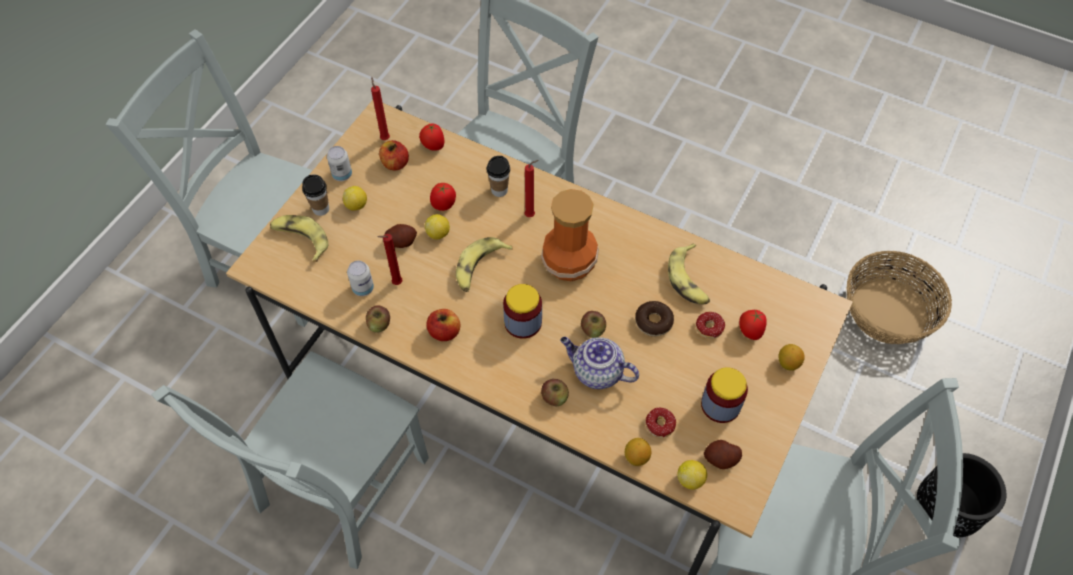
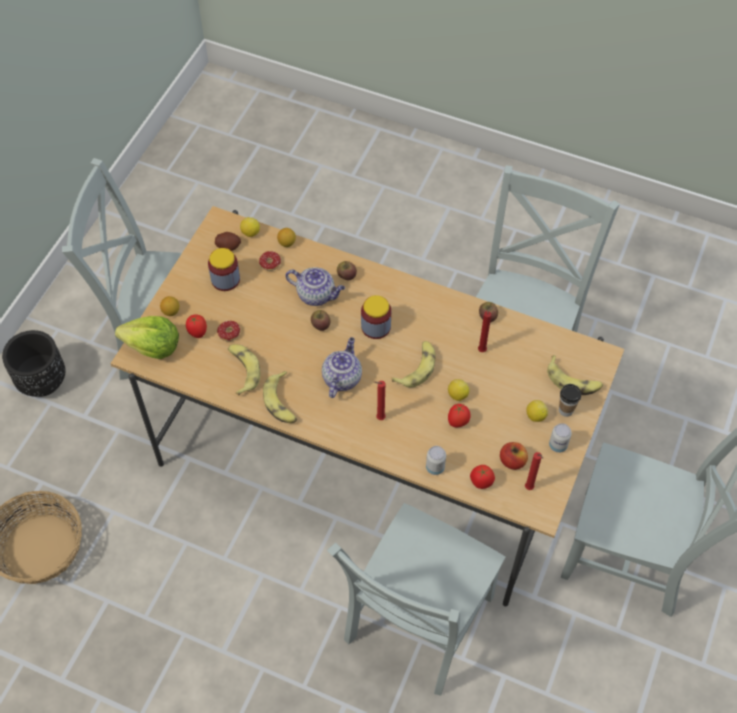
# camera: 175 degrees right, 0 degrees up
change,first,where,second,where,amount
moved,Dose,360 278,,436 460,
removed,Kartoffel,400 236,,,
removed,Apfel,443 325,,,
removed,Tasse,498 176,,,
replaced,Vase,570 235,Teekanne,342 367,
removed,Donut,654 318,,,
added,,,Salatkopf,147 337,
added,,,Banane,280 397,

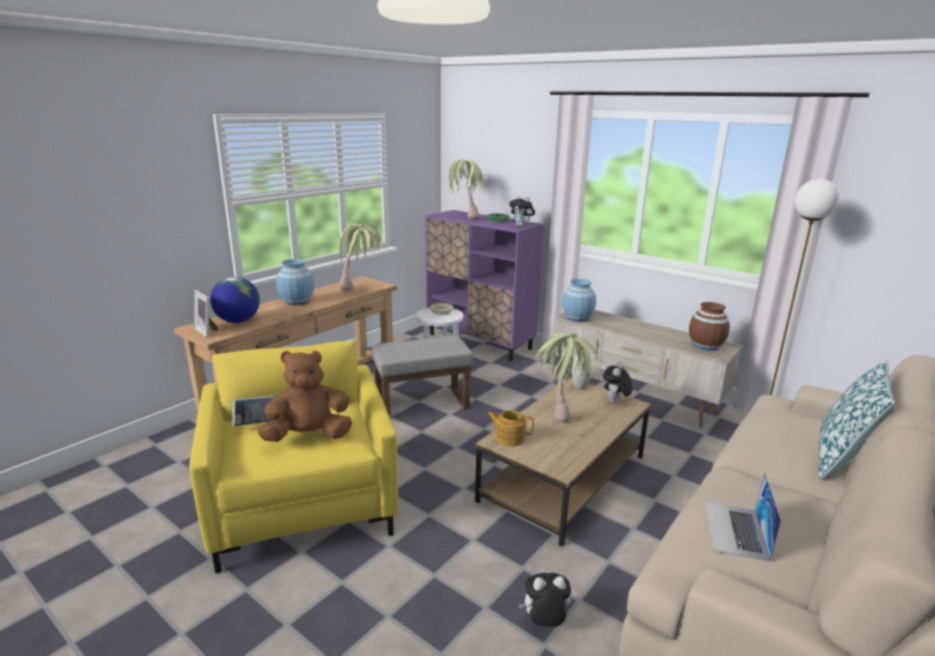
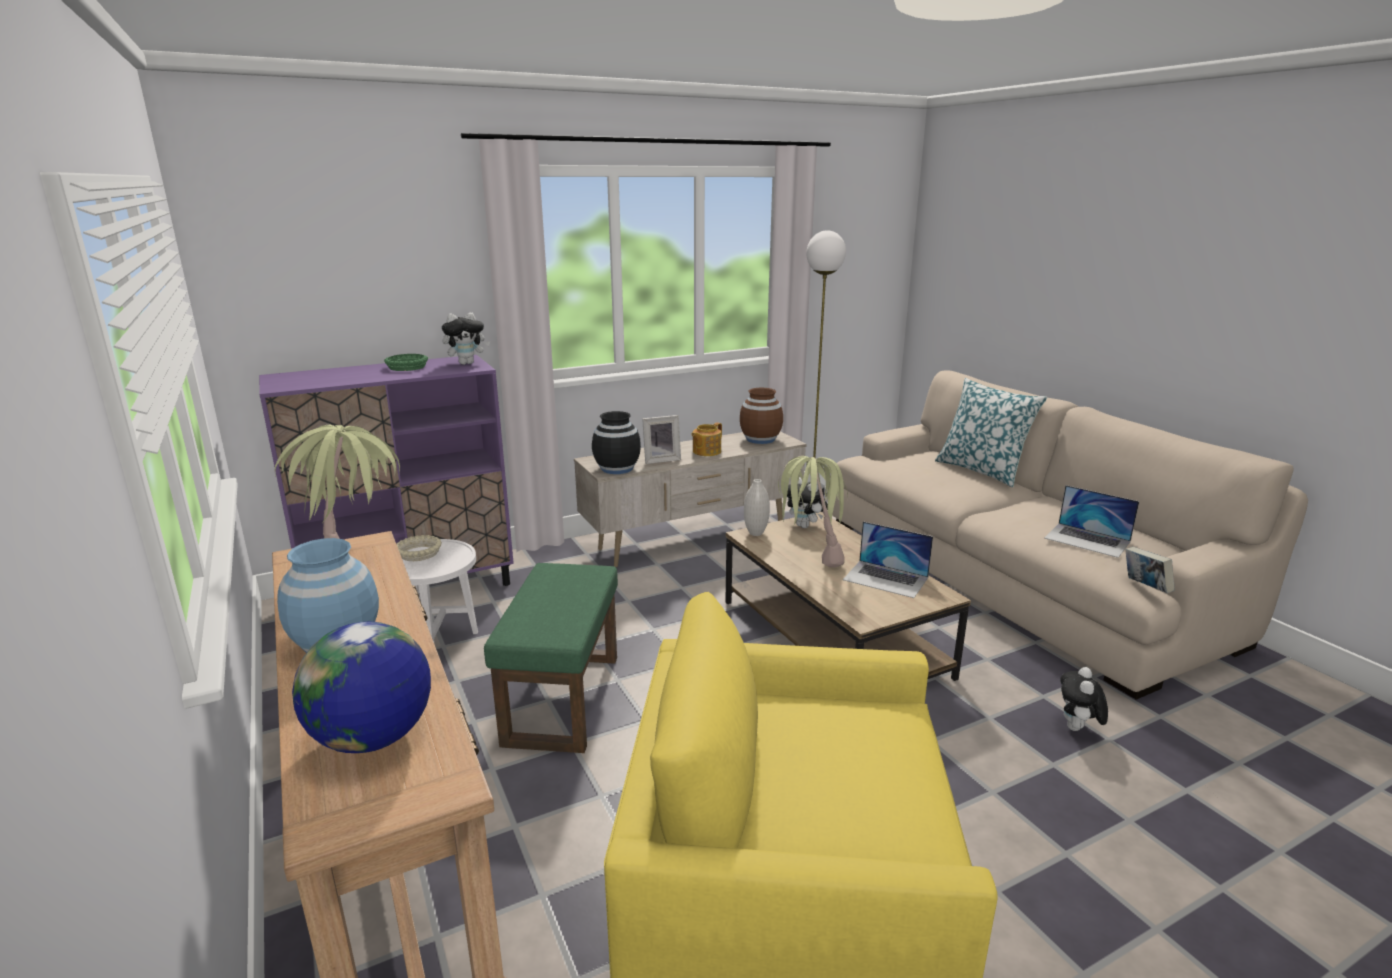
# camera: 65 degrees left, 0 degrees up
change,first,where,second,where,amount
moved,Bilderrahmen,206 313,,661 439,
moved,Buch,254 410,,1150 570,
removed,Plüschtier (braun),304 396,,,
recoloured,Polsterhocker (grau),422 377,Polsterhocker (grün),551 658,
removed,Topfpflanze,466 189,,,
moved,Teekanne,510 428,,706 439,
recoloured,Vase (blau),579 300,Vase (schwarz),616 442,
added,,,Laptop,888 559,

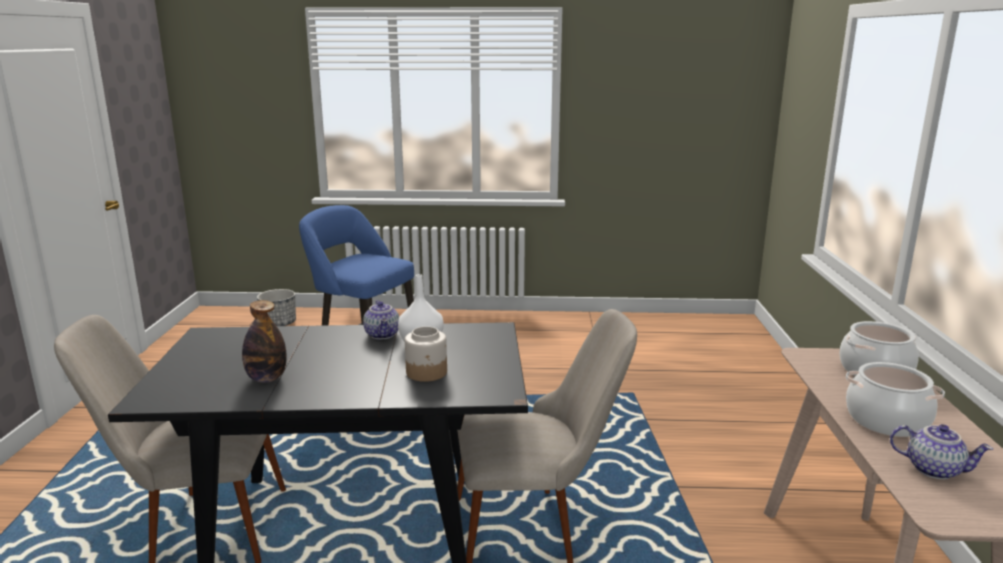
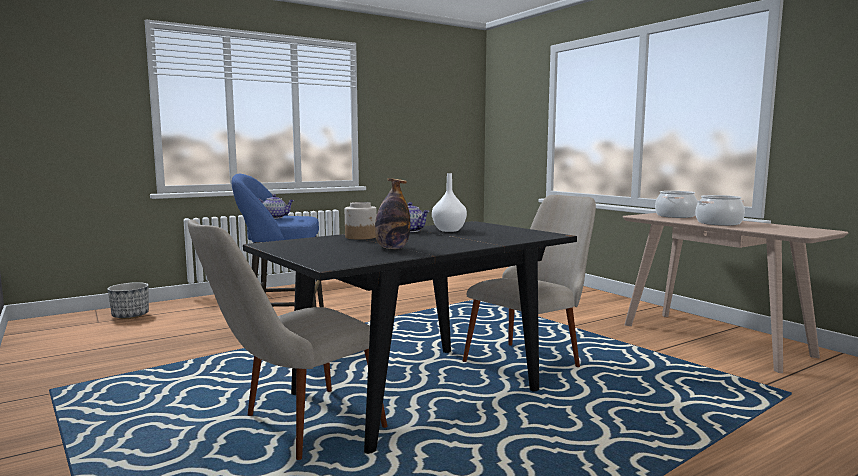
# camera: 35 degrees left, 10 degrees down
change,first,where,second,where,amount
moved,Vorratsglas,426 354,,361 221,
moved,Teekanne,941 451,,277 206,

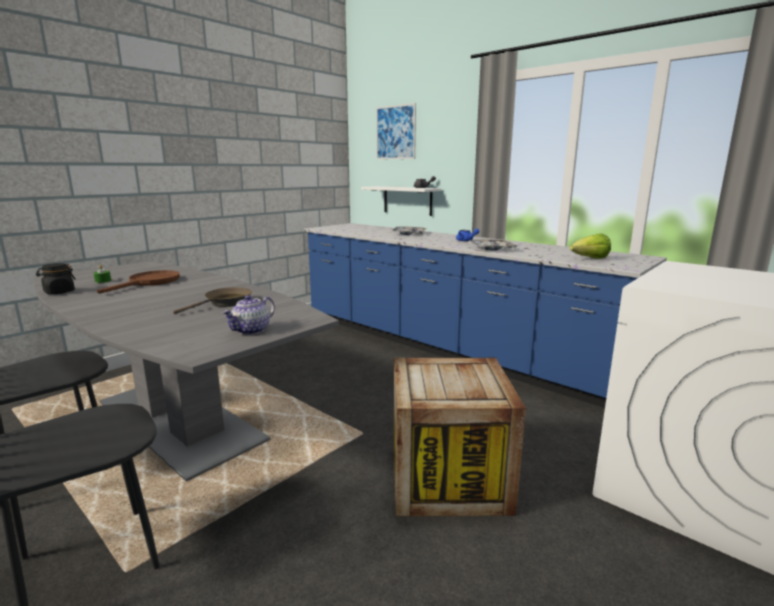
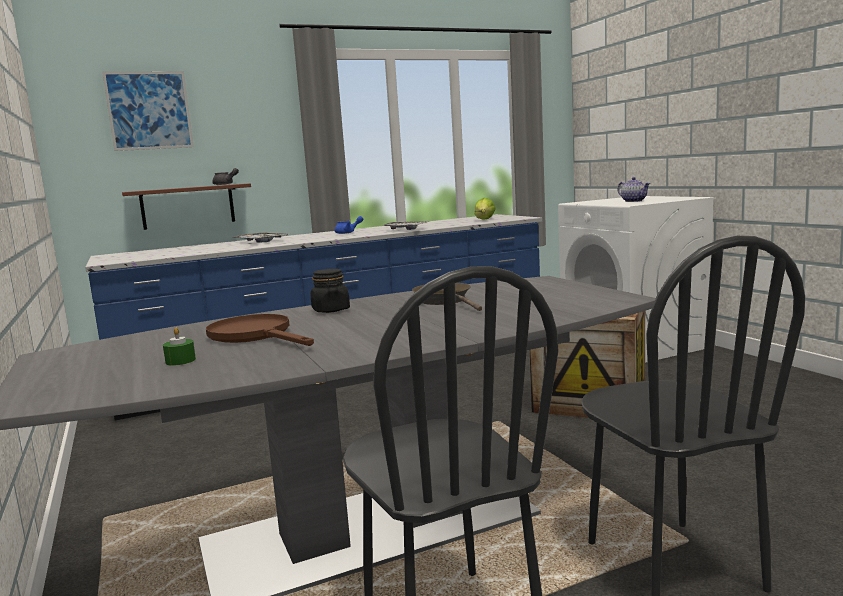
# camera: 65 degrees left, 5 degrees down
change,first,where,second,where,amount
moved,Vorratsglas (schwarz),56 278,,330 291,
moved,Teekanne,248 315,,634 189,
recoloured,Wandregal (weiß),401 201,Wandregal (braun),186 206,

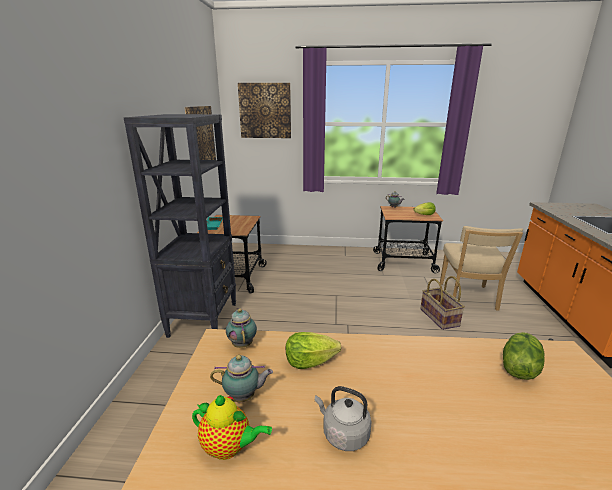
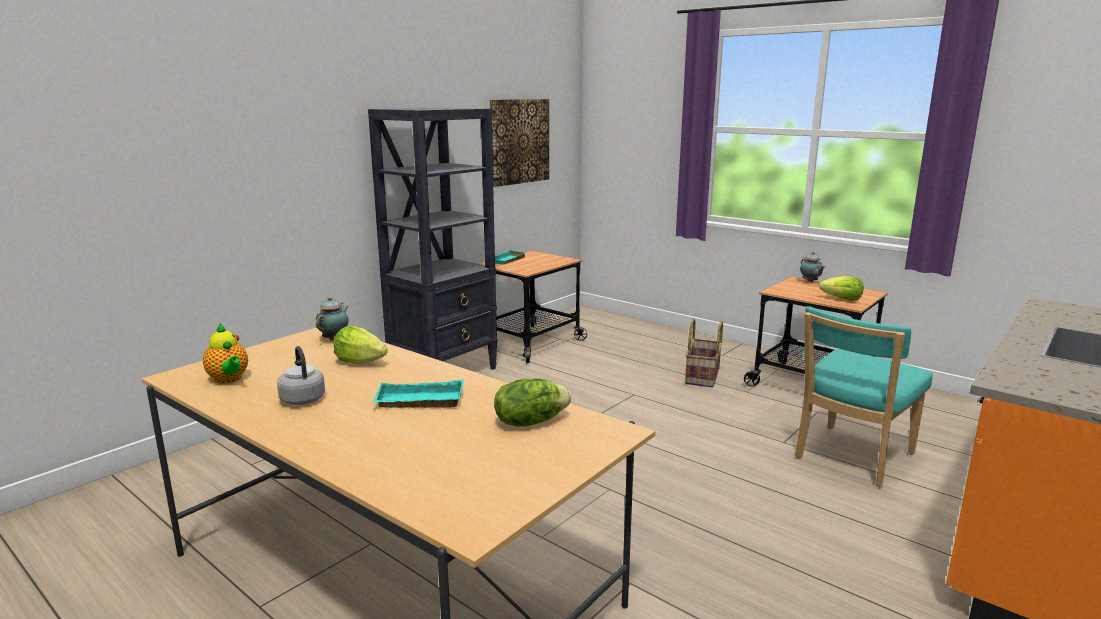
# camera: 35 degrees right, 5 degrees down
change,first,where,second,where,amount
removed,Teekanne,241 378,,,
removed,Bild,264 110,,,
moved,Korb,442 303,,704 352,
recoloured,Stuhl (beige),481 268,Stuhl (türkis),864 396,
added,,,Tablett (türkis),418 393,

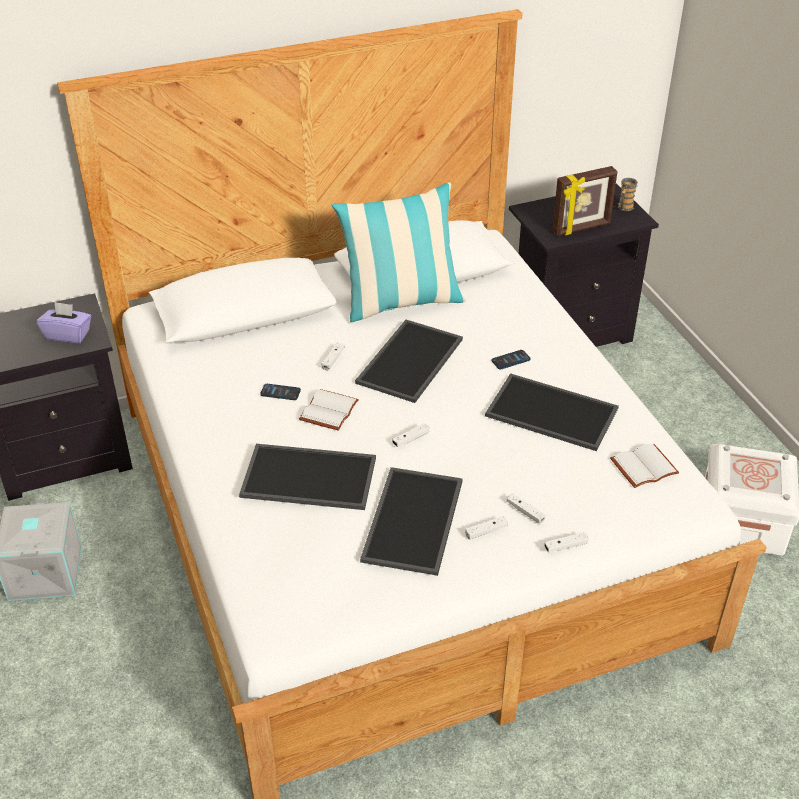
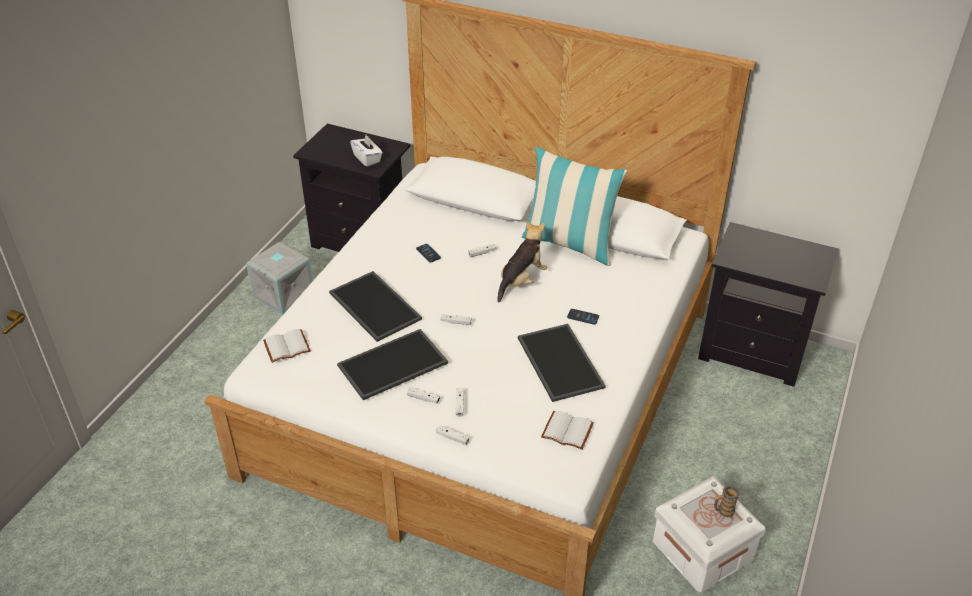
# camera: 45 degrees right, 0 degrees up
change,first,where,second,where,amount
recoloured,Taschentuchbox (lila),63 322,Taschentuchbox (weiß),366 151,
moved,Buch (weiß),329 410,,287 346,
replaced,Tablett,409 361,Plüschtier,522 261,
removed,Bilderrahmen,585 201,,,
moved,Henkelbecher,628 194,,727 501,

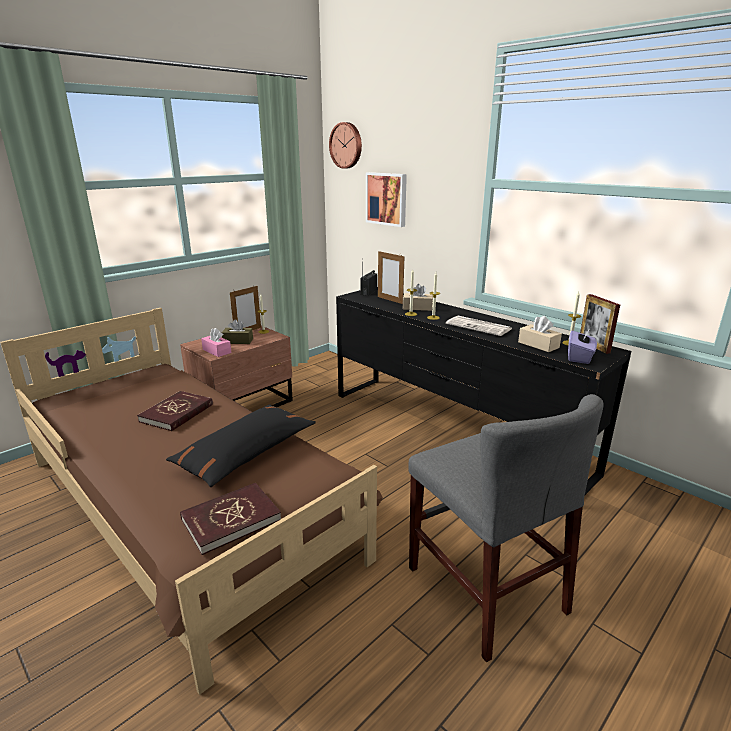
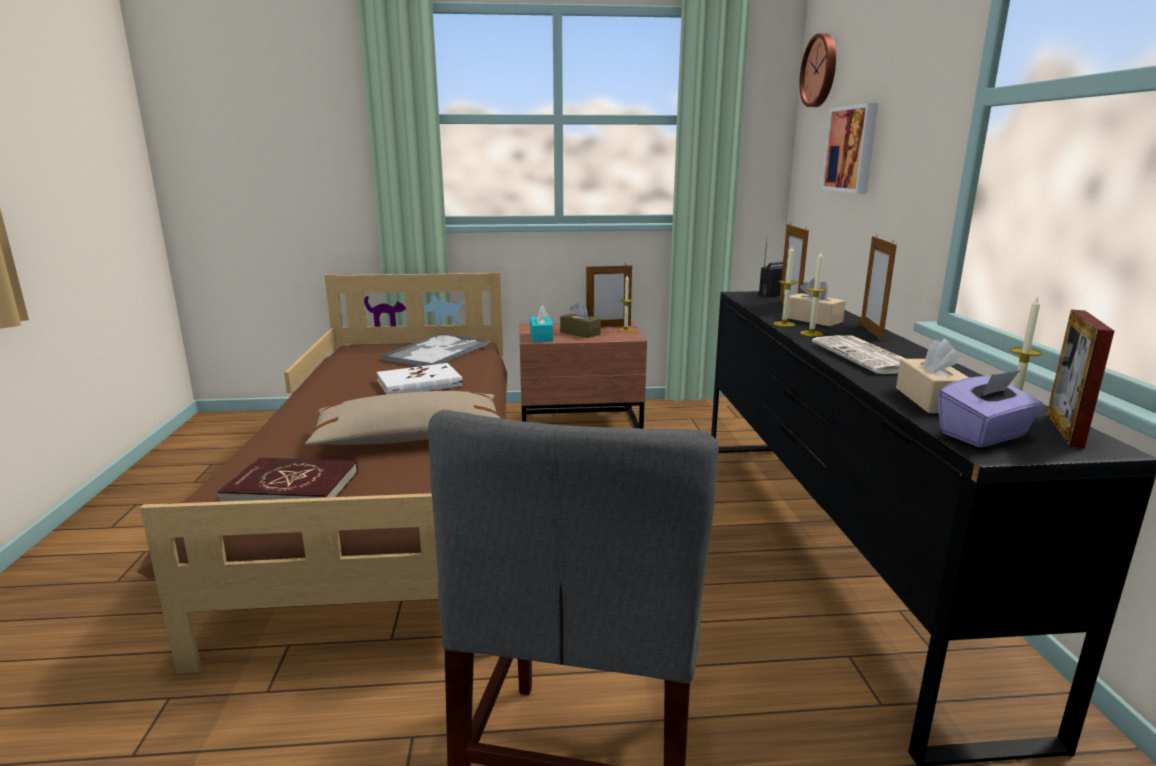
# camera: 40 degrees right, 5 degrees down
change,first,where,second,where,amount
recoloured,Buch (rot),175 411,Buch (weiß),420 378,
recoloured,Kissen (schwarz),241 445,Kissen (beige),402 418,
recoloured,Taschentuchbox (rosa),216 342,Taschentuchbox (türkis),541 323,
added,,,Tablett,434 350,
added,,,Bilderrahmen,879 287,

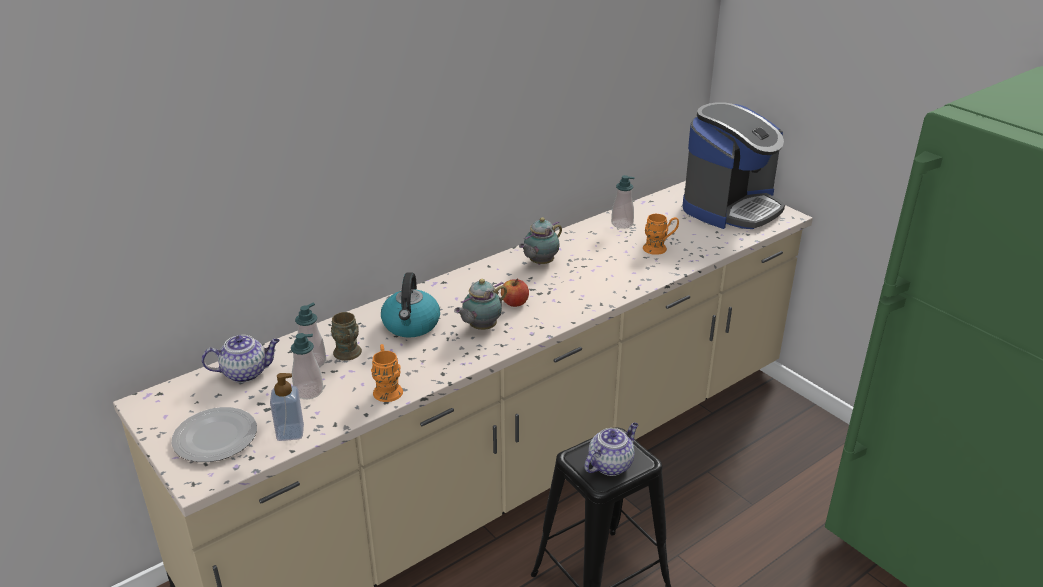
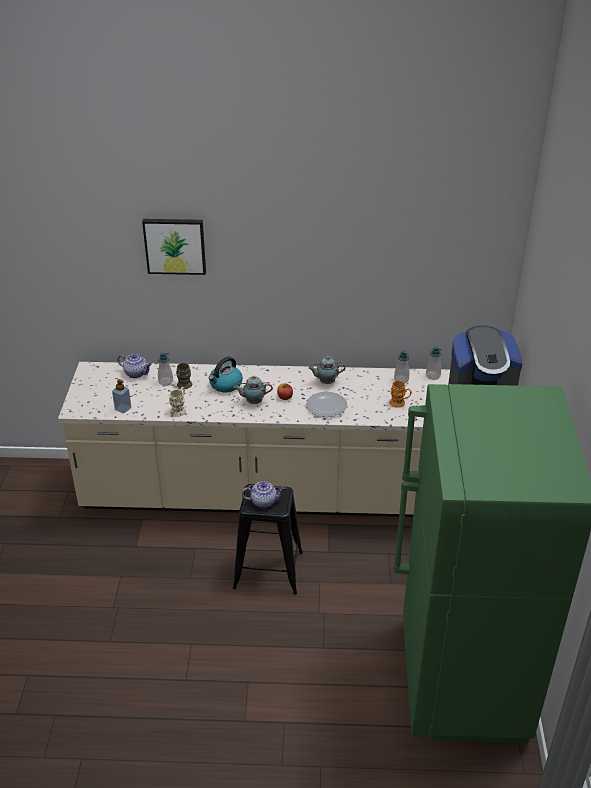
# camera: 40 degrees right, 5 degrees up
change,first,where,second,where,amount
moved,Teller,214 434,,326 404,
moved,Seifenspender,307 366,,434 363,
recoloured,Henkelbecher (orange),387 373,Henkelbecher (beige),177 402,
added,,,Bild,174 247,

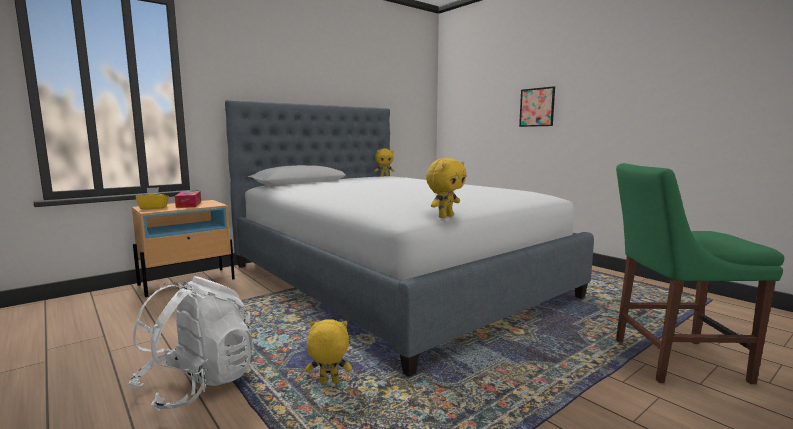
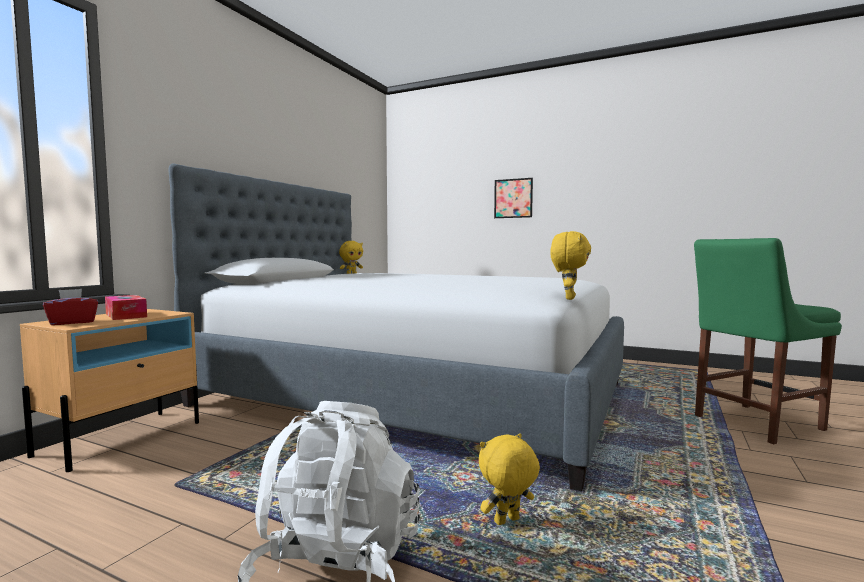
# camera: 25 degrees left, 5 degrees down
change,first,where,second,where,amount
recoloured,Taschentuchbox (gelb),152 198,Taschentuchbox (rot),70 307,

